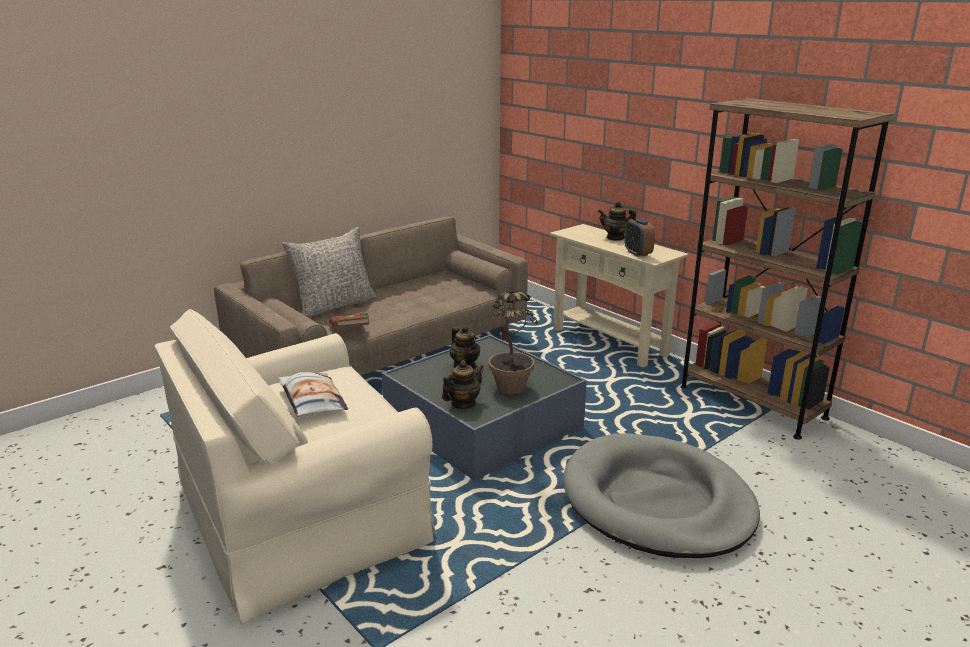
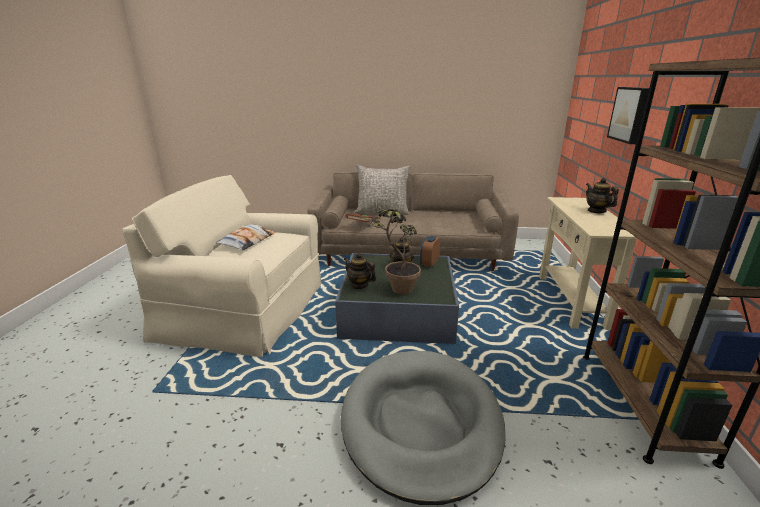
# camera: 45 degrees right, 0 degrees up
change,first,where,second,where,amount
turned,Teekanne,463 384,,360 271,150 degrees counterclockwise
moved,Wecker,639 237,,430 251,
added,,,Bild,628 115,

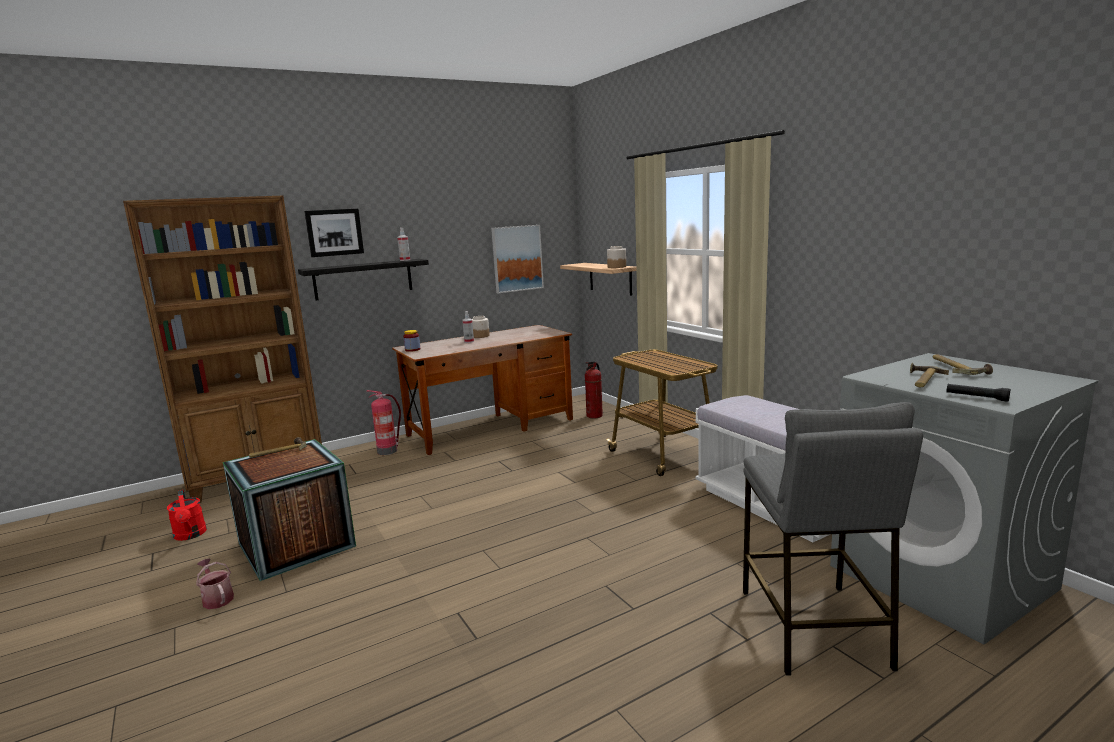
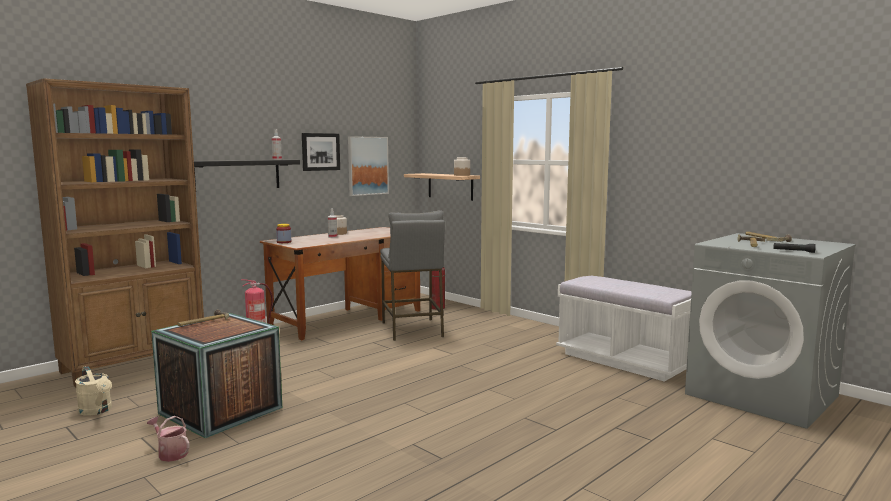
# camera: 15 degrees left, 5 degrees down
change,first,where,second,where,amount
recoloured,Gießkanne (rot),187 515,Gießkanne (beige),93 391,
moved,Bild,334 233,,321 152,
removed,Rollwagen,661 413,,,
moved,Hocker (grau),833 539,,412 275,

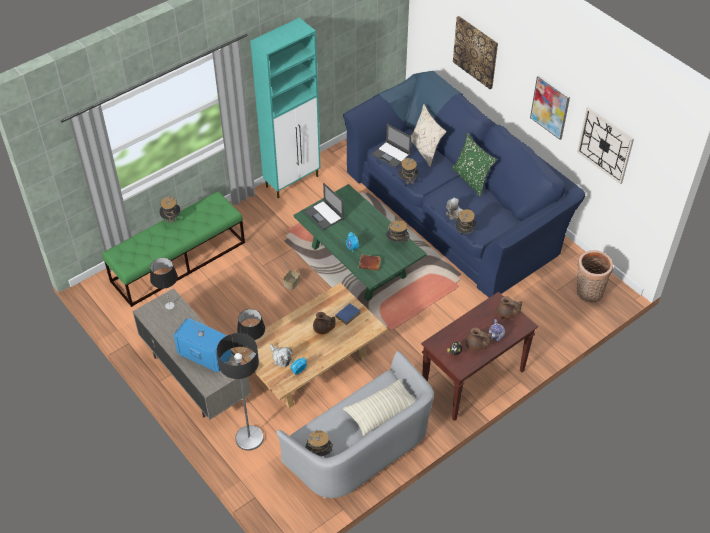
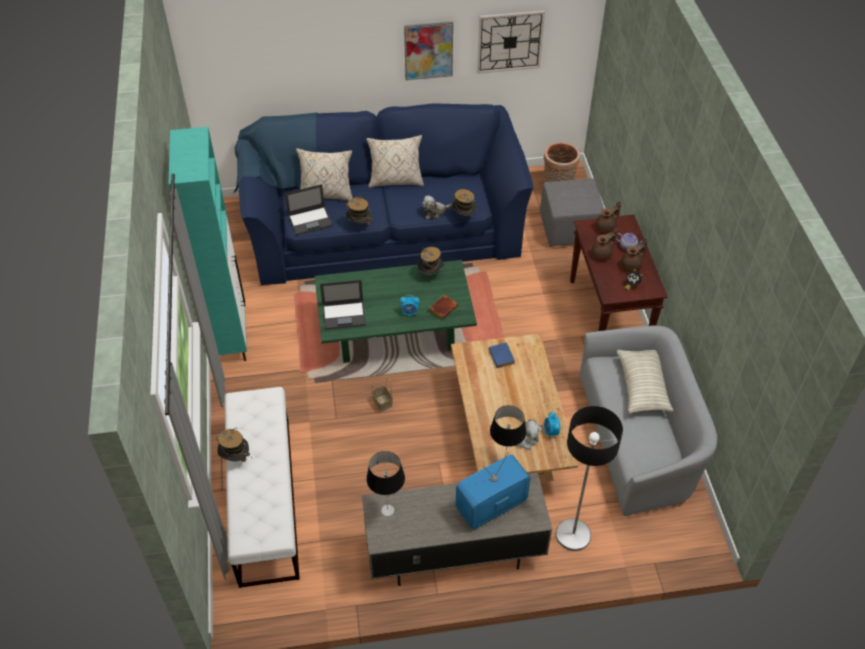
# camera: 60 degrees left, 0 degrees up
change,first,where,second,where,amount
recoloured,Bank (grün),173 249,Bank (weiß),262 487,
removed,Hut,319 443,,,
moved,Teekanne (braun),324 323,,604 244,
recoloured,Kissen (grün),474 165,Kissen (beige),395 161,
removed,Bild,475 52,,,
added,,,Polsterhocker (grau),572 212,

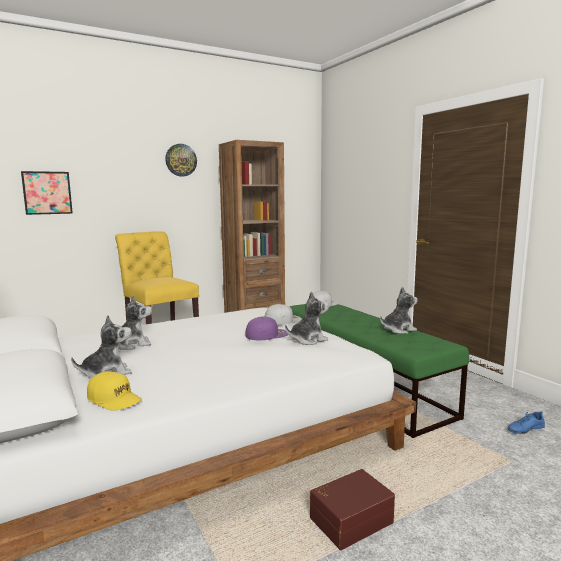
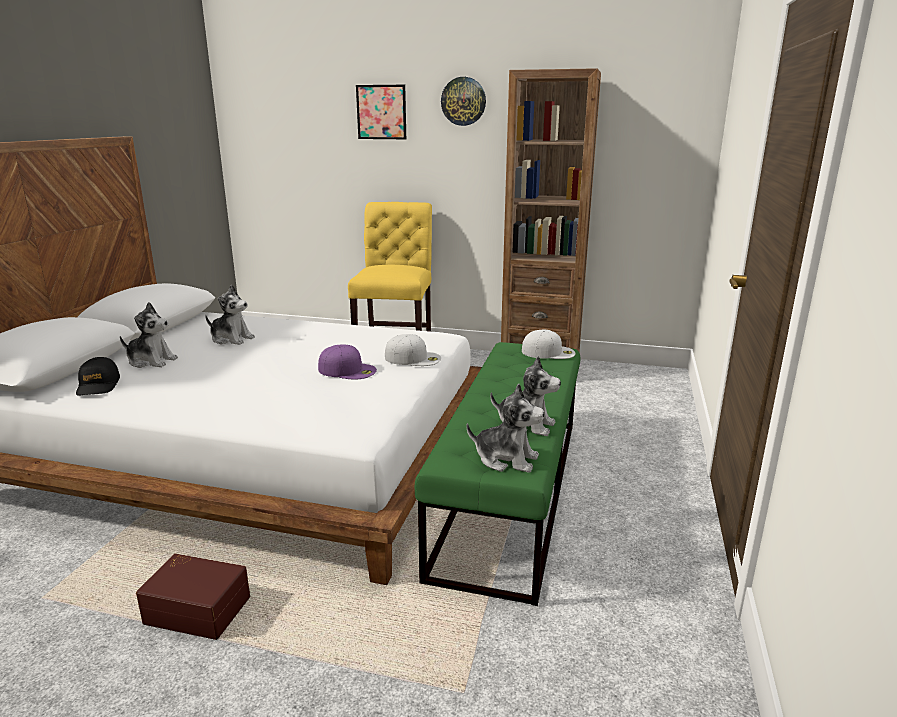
# camera: 45 degrees right, 10 degrees up
change,first,where,second,where,amount
moved,Bild,47 193,,381 112,
recoloured,Kappe (gelb),114 391,Kappe (schwarz),98 376,
moved,Plüschtier,307 318,,505 428,
removed,Schuh (blau),526 422,,,

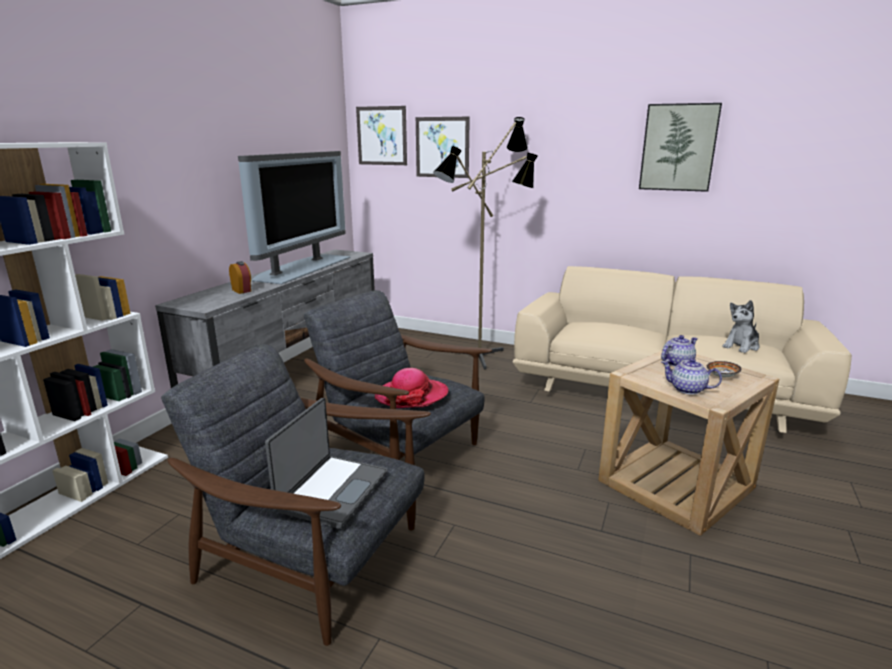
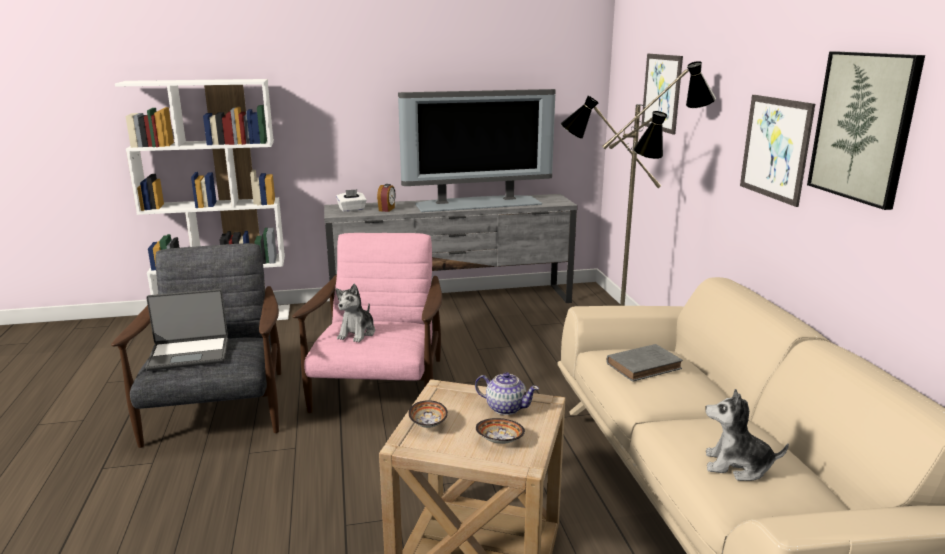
# camera: 55 degrees right, 0 degrees up
change,first,where,second,where,amount
recoloured,Sessel (grau),398 375,Sessel (rosa),367 323,
moved,Bild,381 135,,777 151,
replaced,Hut,412 388,Plüschtier,355 313,
replaced,Teekanne,691 376,Schüssel,428 414,
added,,,Taschentuchbox (weiß),351 200,
added,,,Buch (grau),644 363,

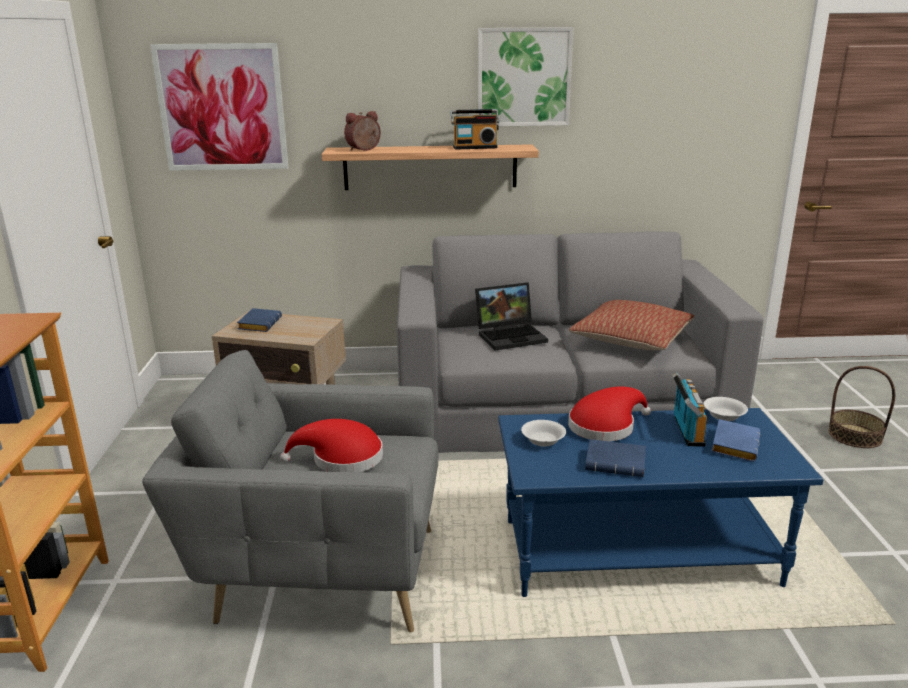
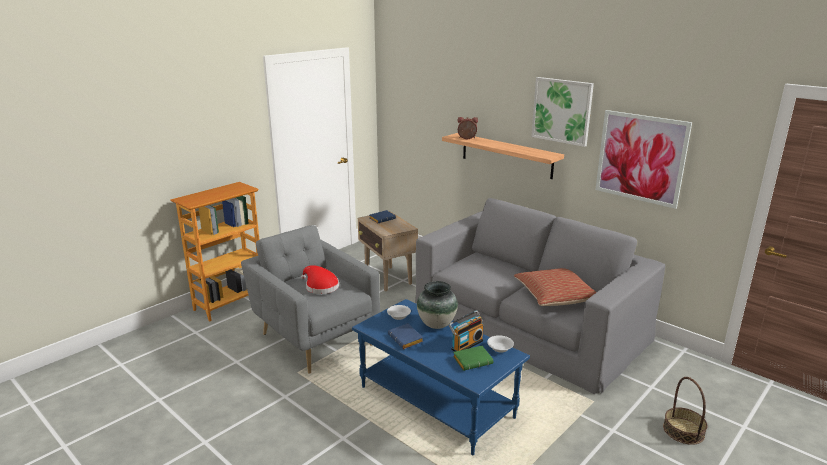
# camera: 45 degrees right, 0 degrees up
change,first,where,second,where,amount
moved,Bild,219 107,,643 159,
removed,Radio,474 129,,,
removed,Laptop,511 316,,,
replaced,Hut (rot),609 413,Vase,437 305,
recoloured,Buch (blau),735 440,Buch (grün),473 358,

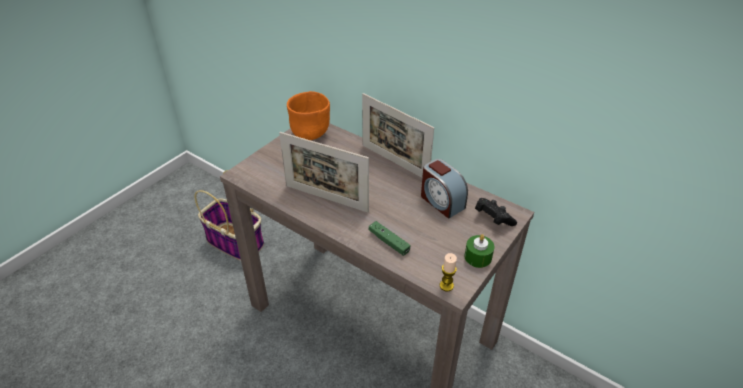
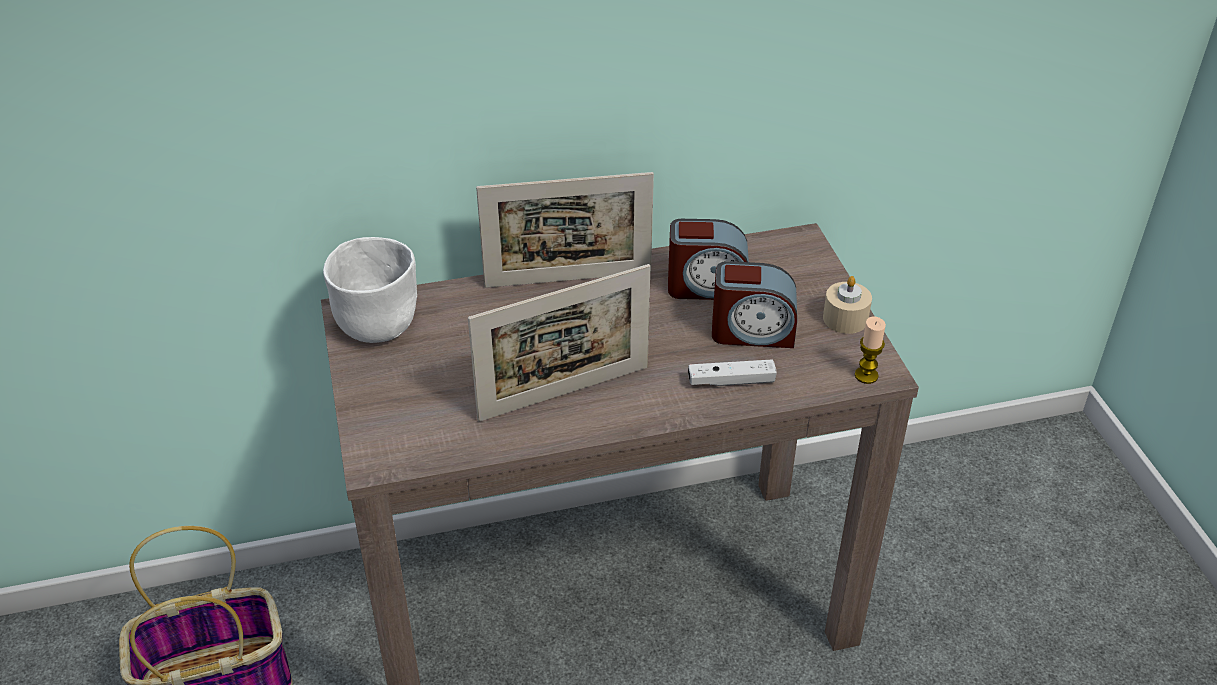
# camera: 50 degrees left, 0 degrees up
change,first,where,second,where,amount
recoloured,Schüssel (orange),308 115,Schüssel (weiß),370 290,
recoloured,Gamepad (grün),389 238,Gamepad (weiß),732 372,
recoloured,Kerze (grün),479 251,Kerze (beige),847 305,
removed,Gamepad (schwarz),496 212,,,
added,,,Wecker,754 304,

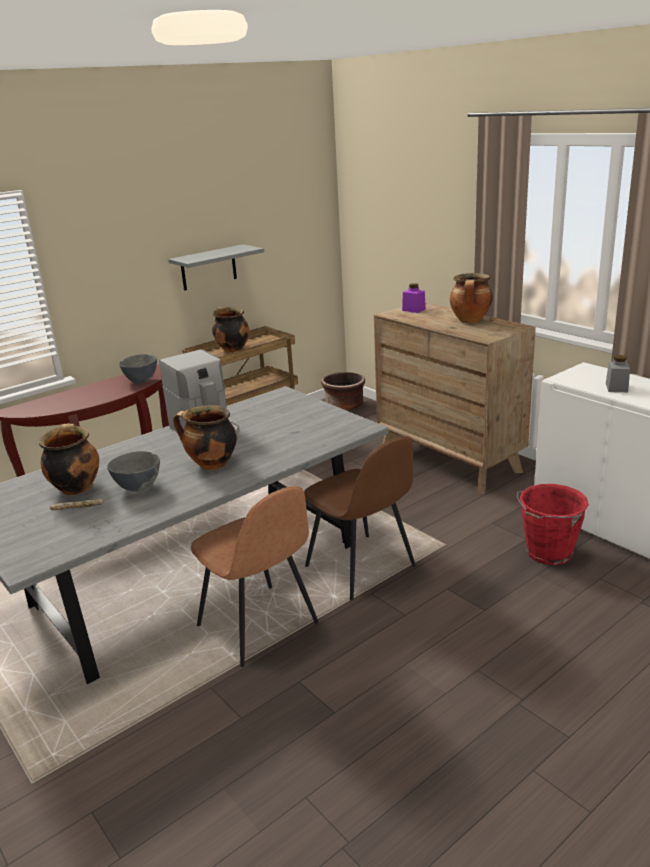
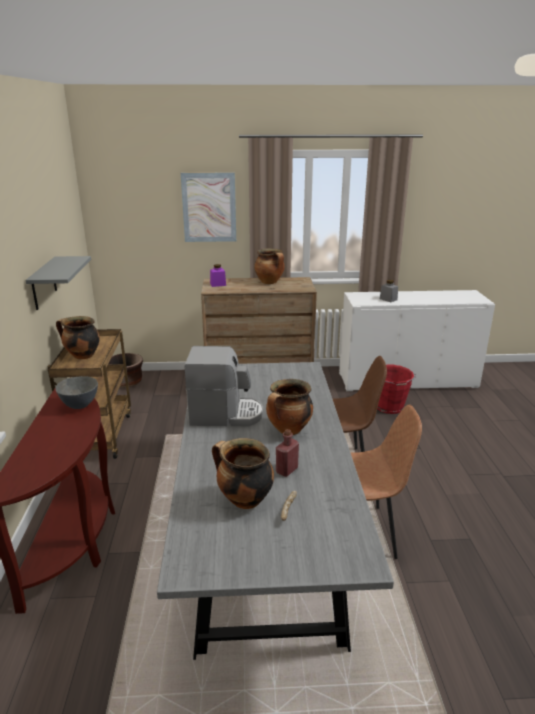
# camera: 55 degrees left, 0 degrees up
change,first,where,second,where,amount
replaced,Schüssel (grau),133 471,Flasche (rot),287 453,
added,,,Bild,208 207,

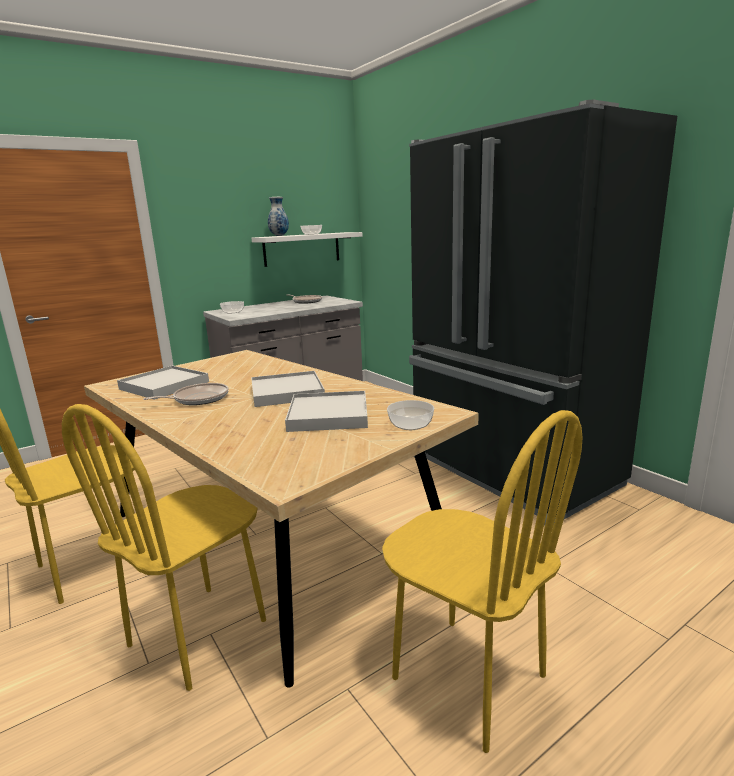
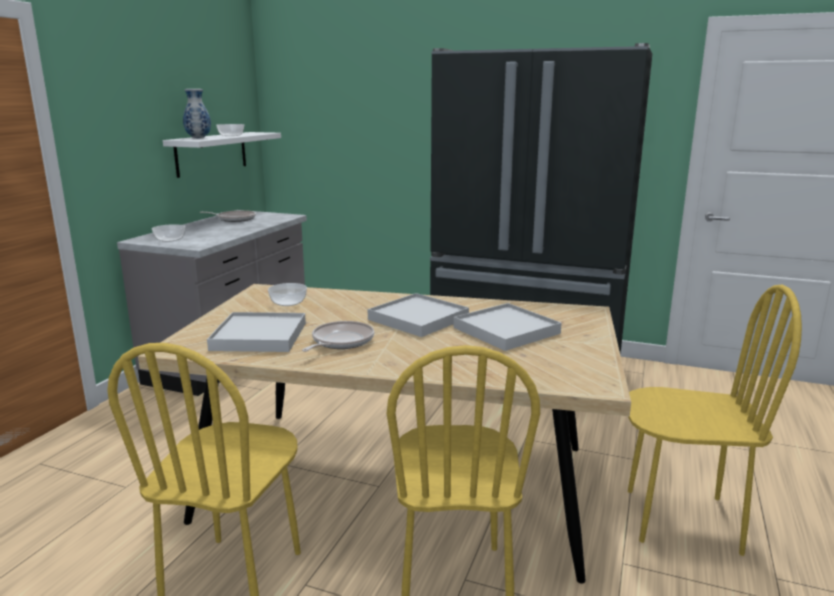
# camera: 35 degrees left, 0 degrees up
change,first,where,second,where,amount
moved,Schüssel,410 415,,287 294,

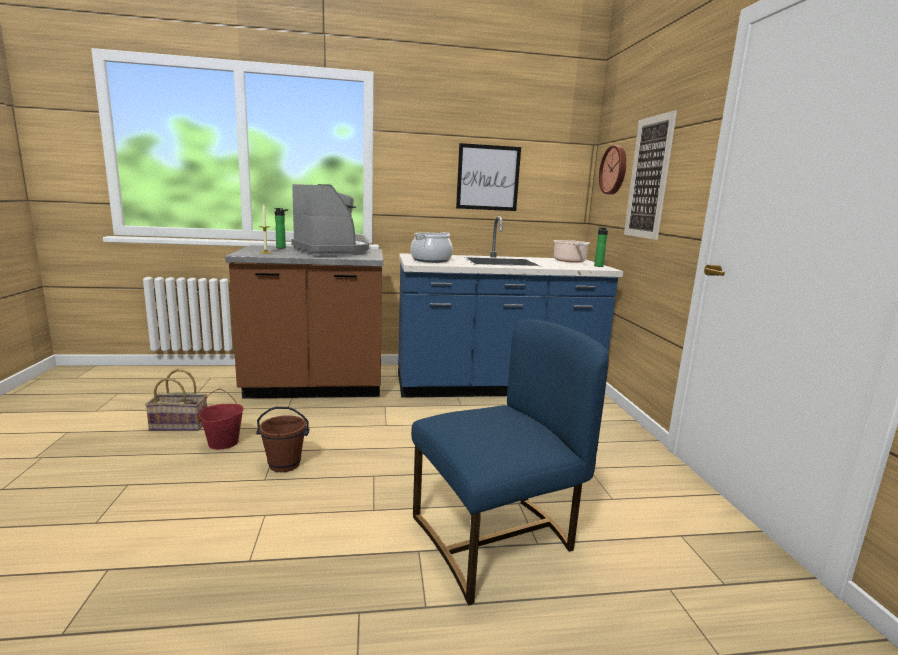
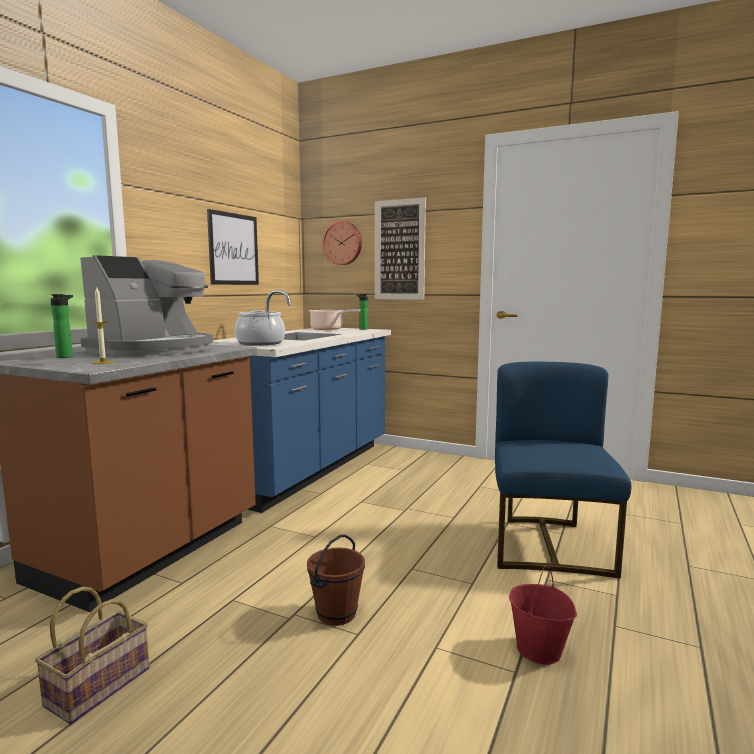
# camera: 55 degrees left, 5 degrees down
change,first,where,second,where,amount
moved,Eimer (rot),221 419,,543 615,
turned,Kaffeemaschine,330 220,,146 305,120 degrees clockwise

